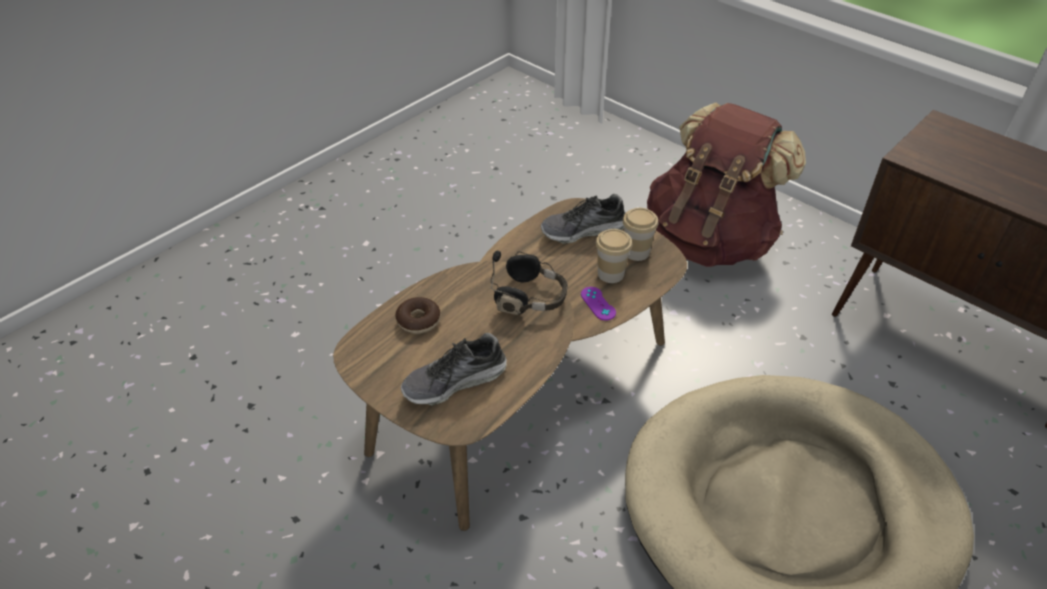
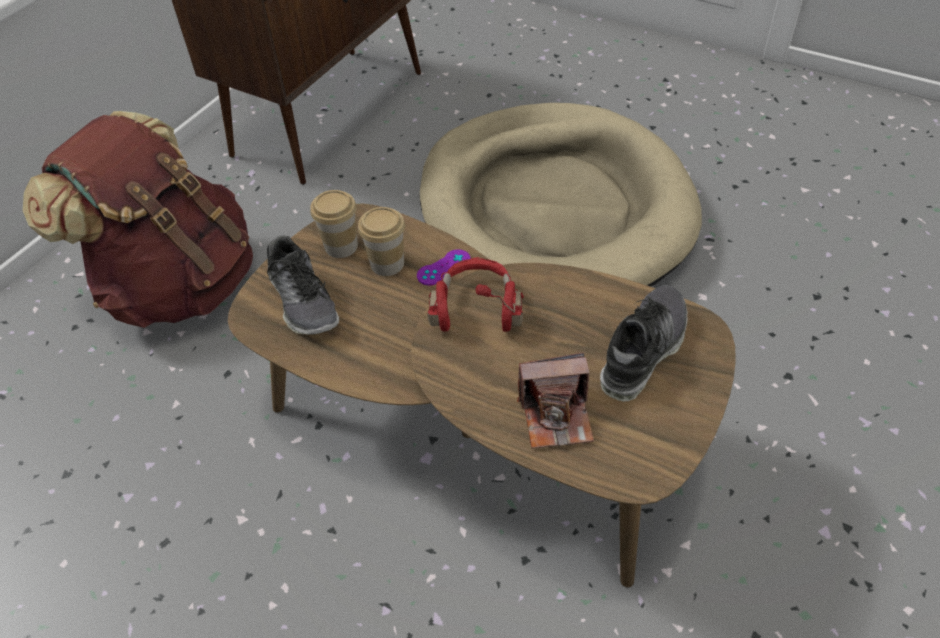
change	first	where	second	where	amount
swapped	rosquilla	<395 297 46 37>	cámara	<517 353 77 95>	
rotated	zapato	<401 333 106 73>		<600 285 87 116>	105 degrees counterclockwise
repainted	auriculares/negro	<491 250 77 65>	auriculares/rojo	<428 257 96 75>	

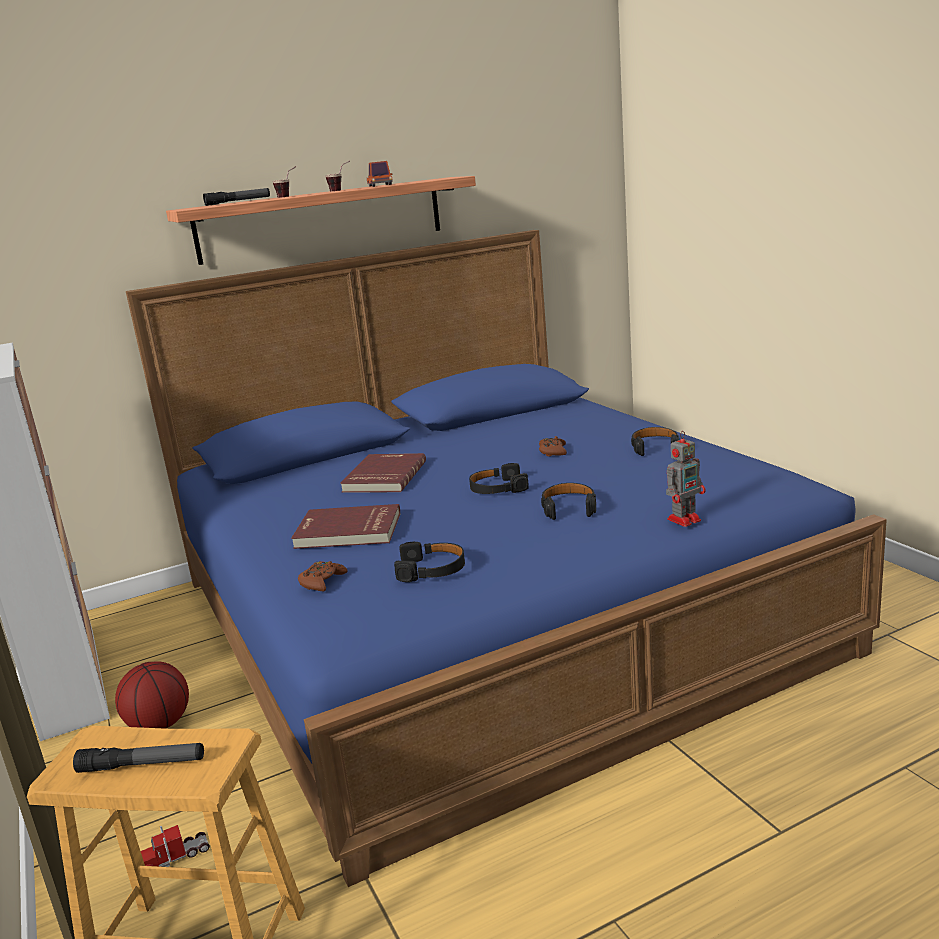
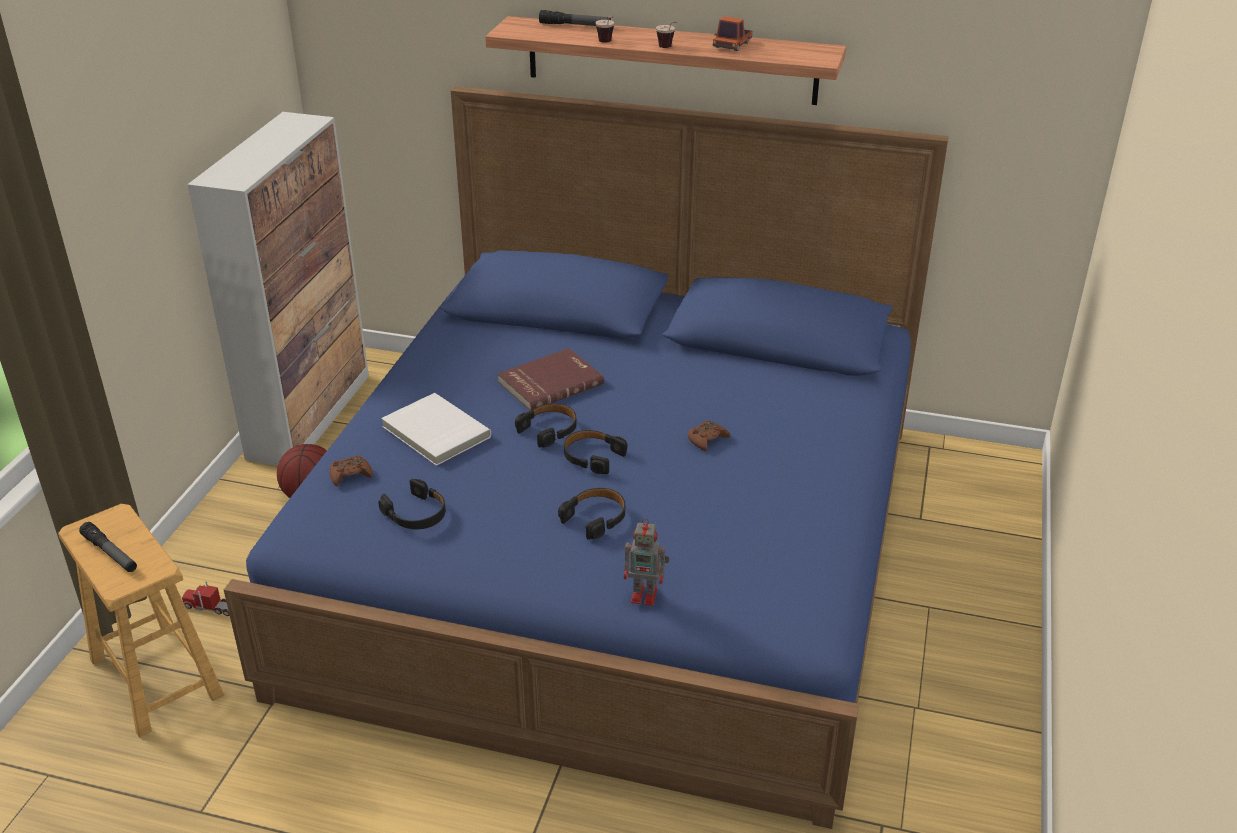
change	first	where	second	where	amount
repainted	libro/rojo	<291 504 109 45>	libro/blanco	<381 393 110 73>	
shifted	auriculares/negro	<631 427 48 29>		<515 404 62 44>	

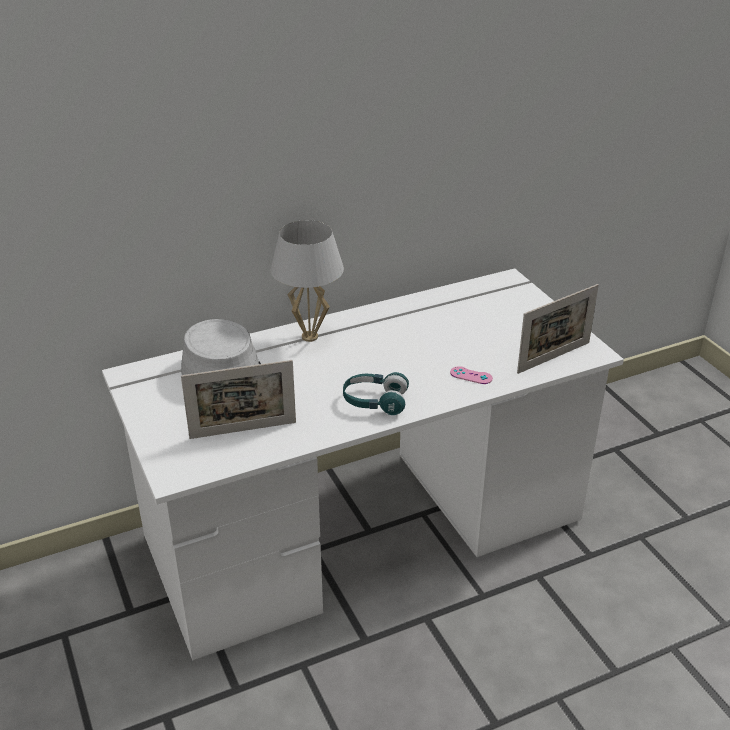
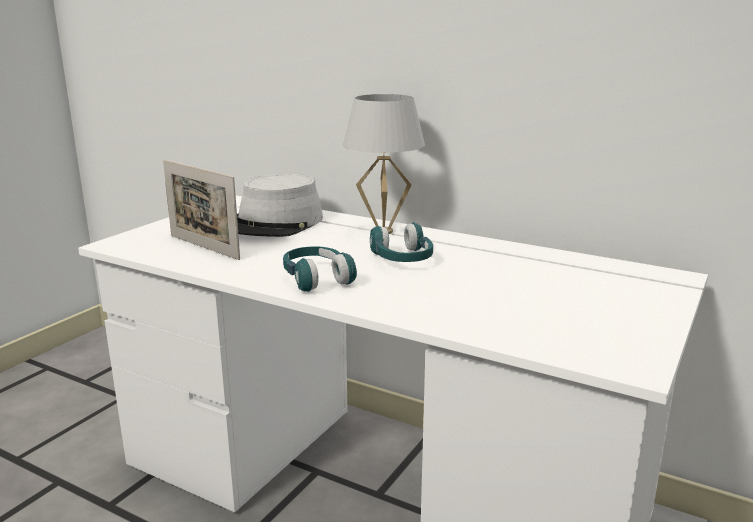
change	first	where	second	where	amount
gone	mando de consola/rosa	<450 366 43 18>			
gone	portarretratos	<517 284 82 90>			
new			auriculares/turquesa	<370 222 63 40>	

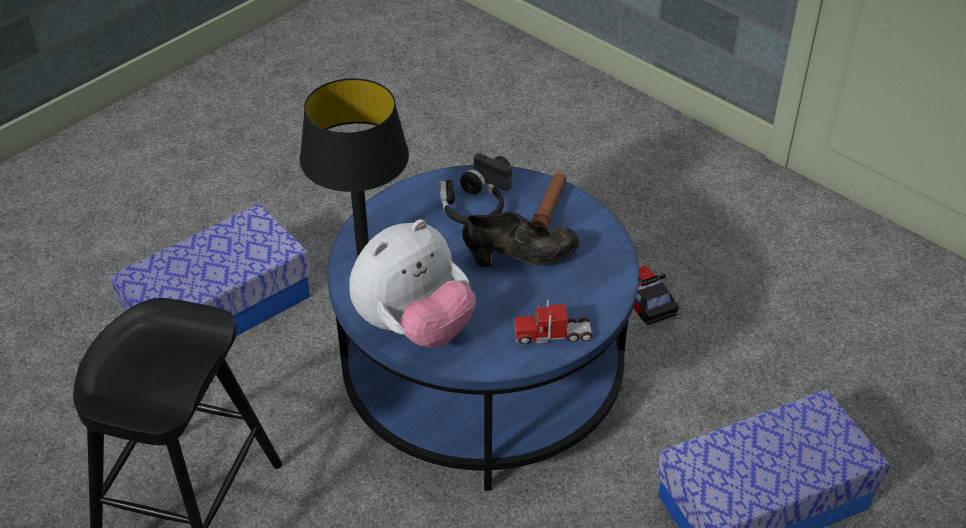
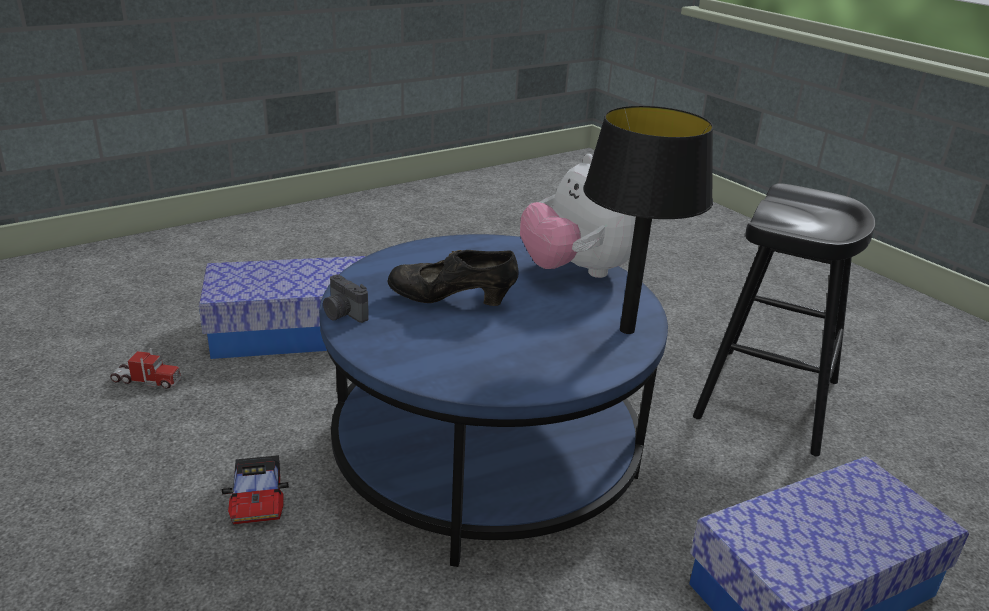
change	first	where	second	where	amount
rotated	peluche	<349 219 127 129>		<520 154 116 124>	90 degrees counterclockwise
gone	auriculares/negro	<440 169 64 55>			
shifted	cámara	<474 153 38 38>		<323 274 46 49>	
shifted	camión de juguete	<514 300 79 44>		<110 348 71 41>	
gone	linterna/marrón	<531 173 36 55>			

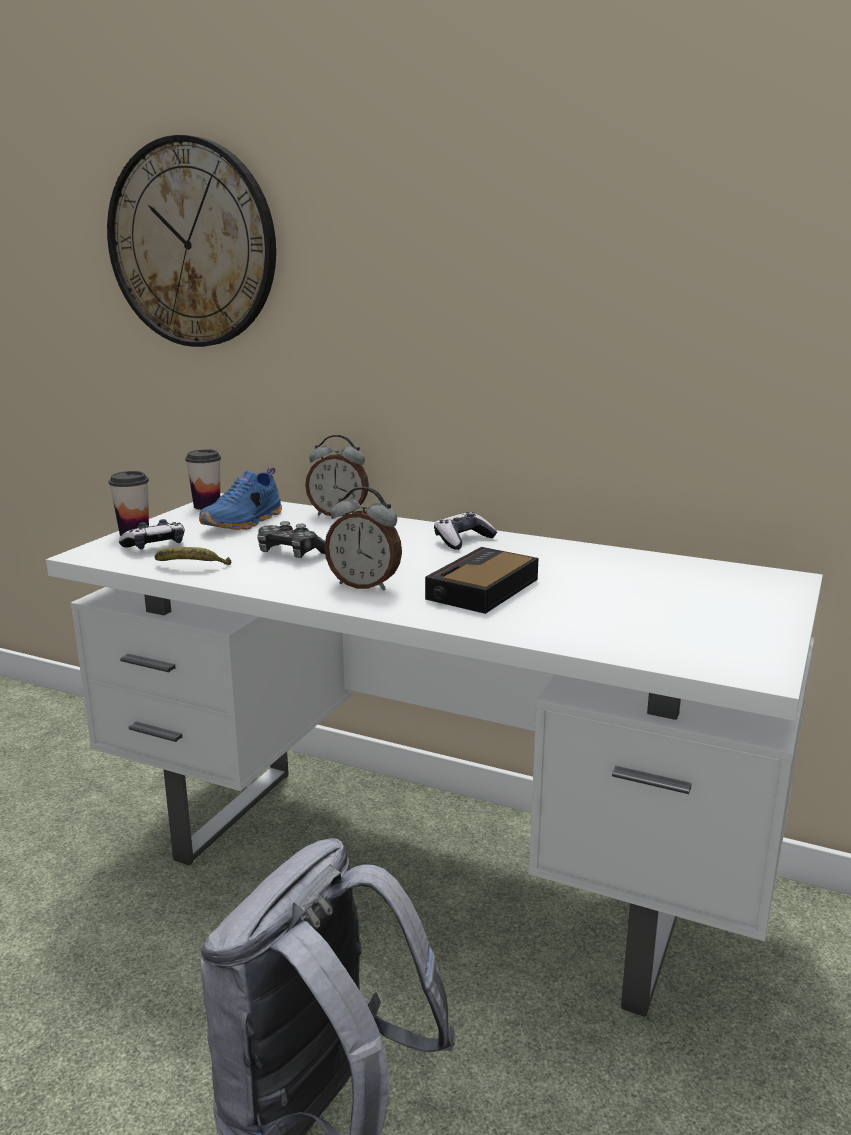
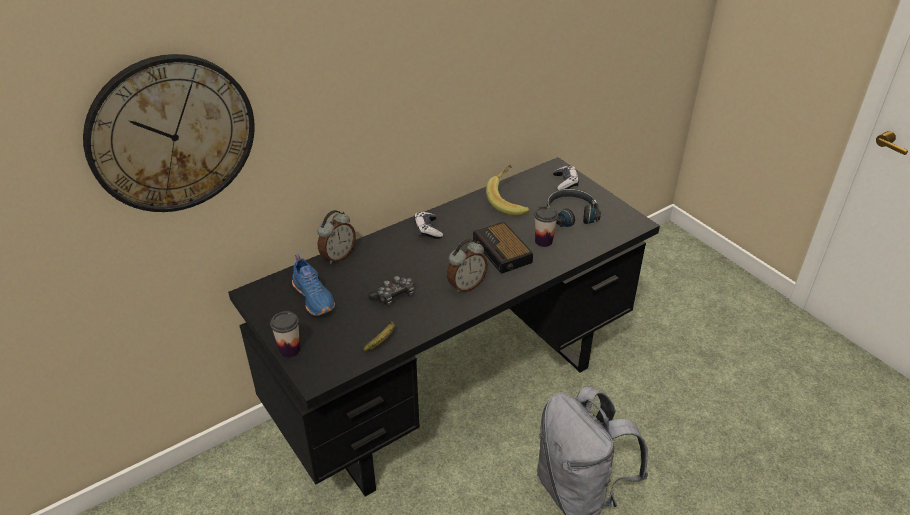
change	first	where	second	where	amount
repainted	escritorio/blanco	<46 493 777 524>	escritorio/negro	<228 157 432 340>	
shifted	mando de consola	<119 519 66 30>		<553 165 26 25>	
shifted	taza	<185 449 36 61>		<534 206 24 41>	
new			plátano	<486 165 44 51>	
new			auriculares/negro	<547 189 54 38>	

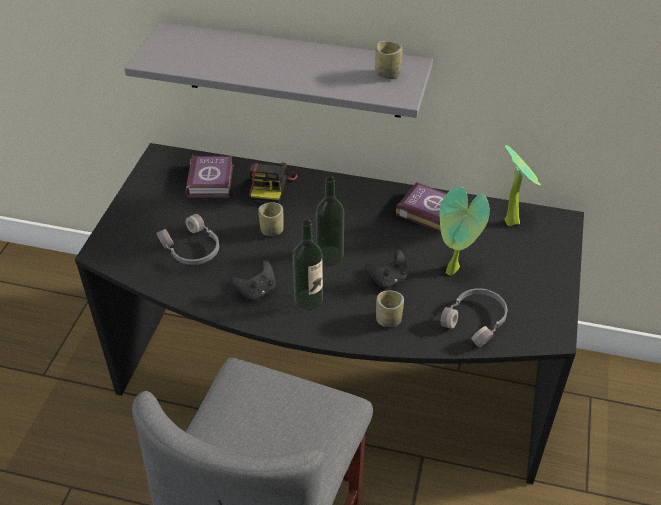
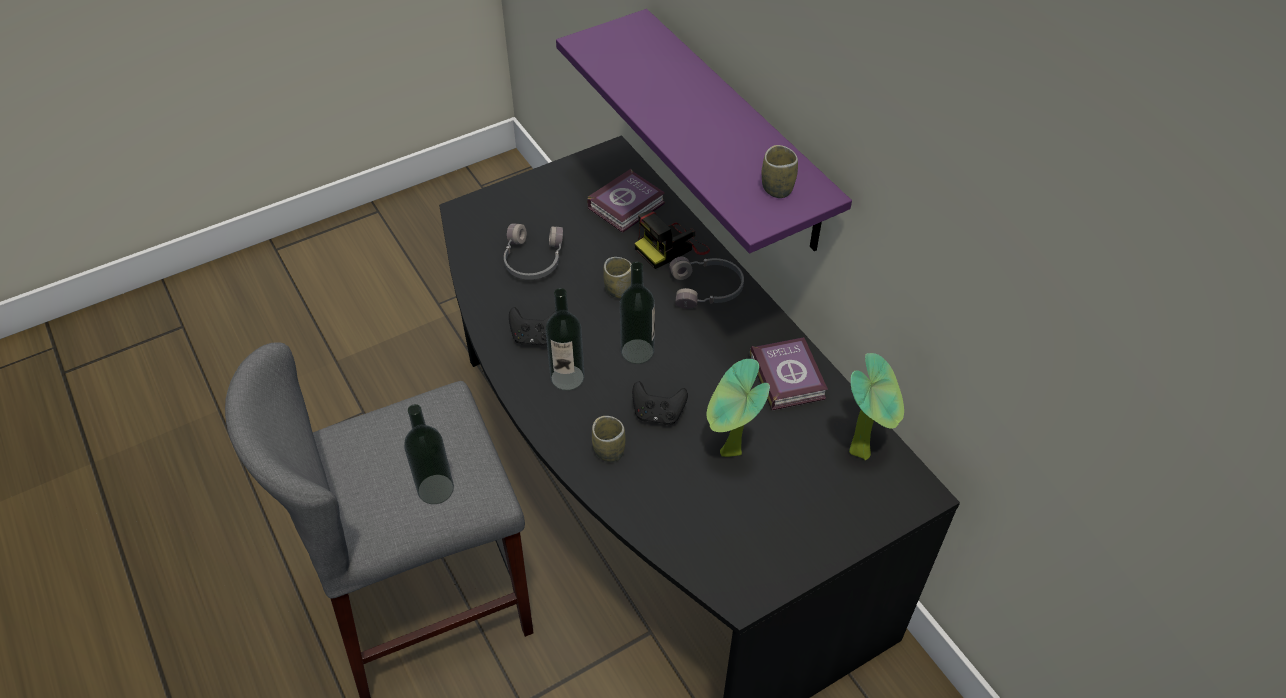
change	first	where	second	where	amount
repainted	estante/gris	<124 22 309 96>	estante/morado	<556 9 296 245>	
shifted	auriculares/gris	<440 288 67 59>		<669 257 75 52>	
new			botella	<404 404 50 100>	

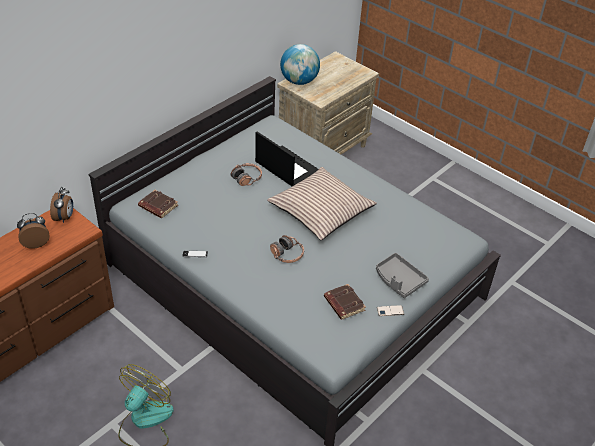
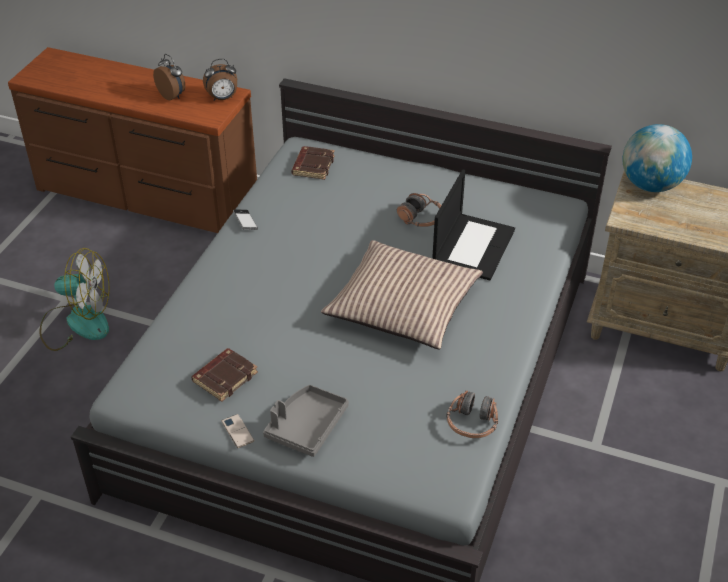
change	first	where	second	where	amount
shifted	auriculares	<270 235 34 28>		<446 390 52 48>	

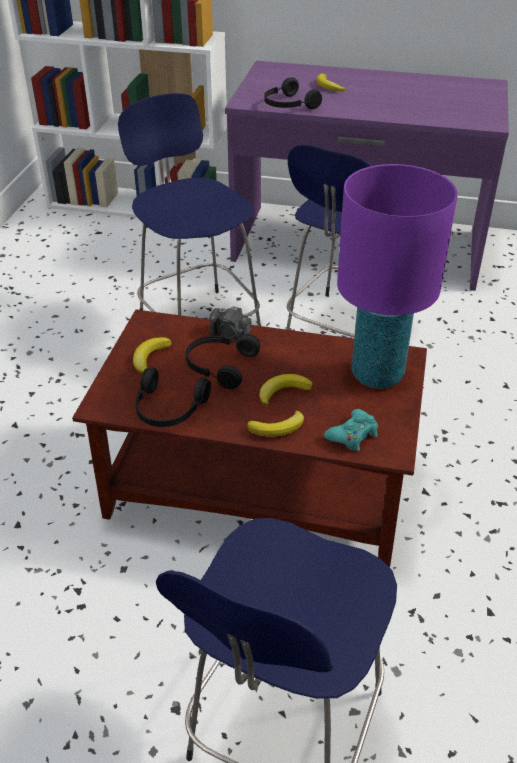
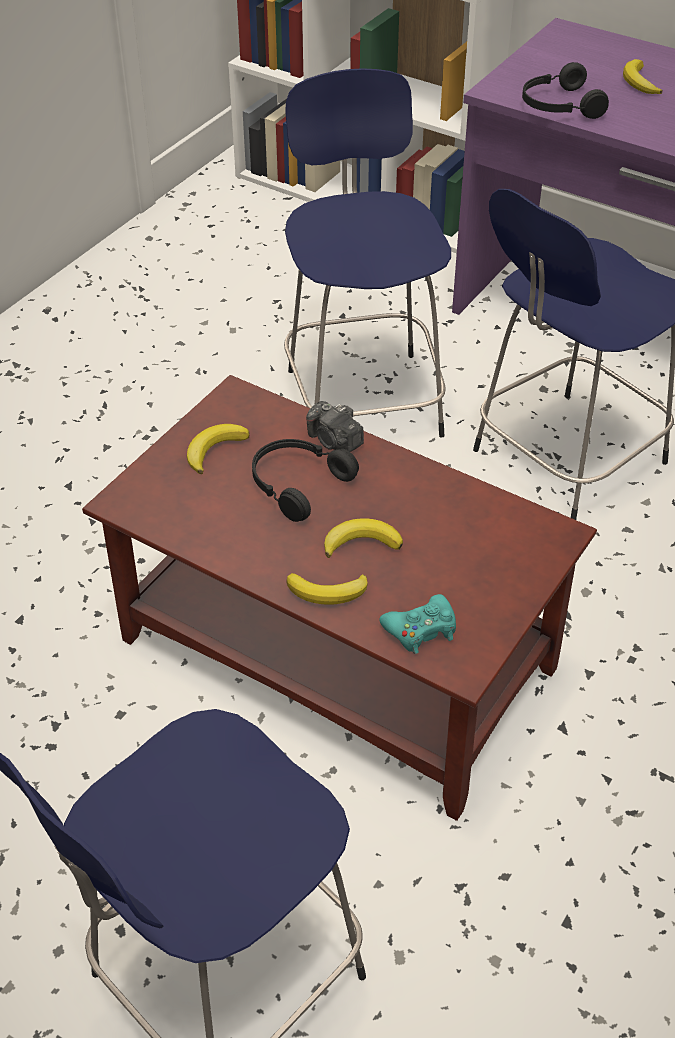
change	first	where	second	where	amount
gone	auriculares/negro	<136 367 75 60>			
gone	lámpara de mesa/morado	<337 164 121 225>			

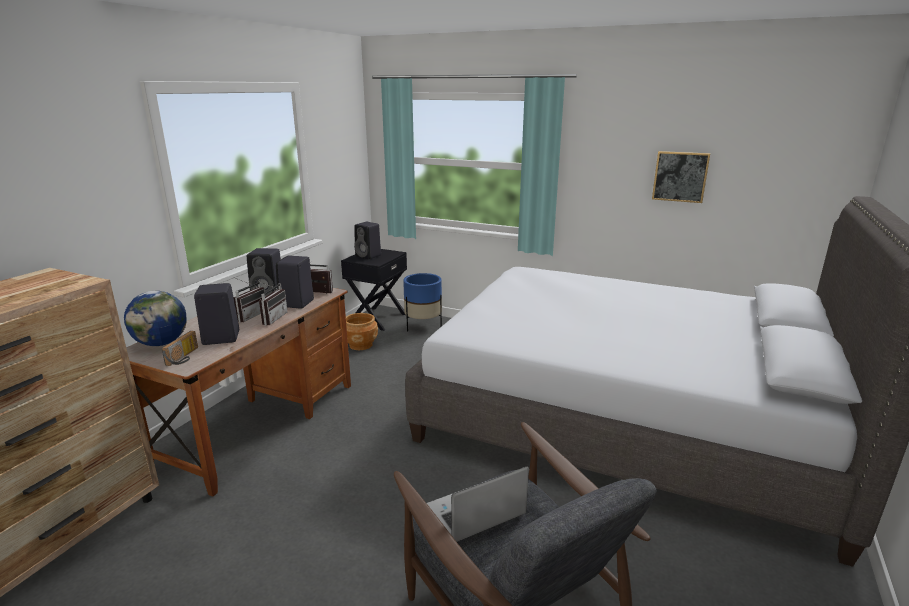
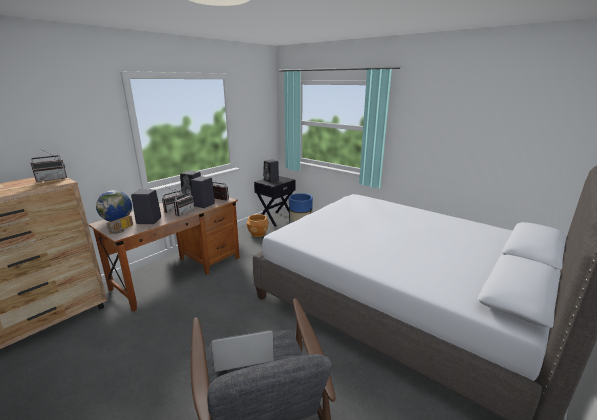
change	first	where	second	where	amount
gone	cuadro	<652 151 58 52>			
new			radio	<30 149 37 33>	

